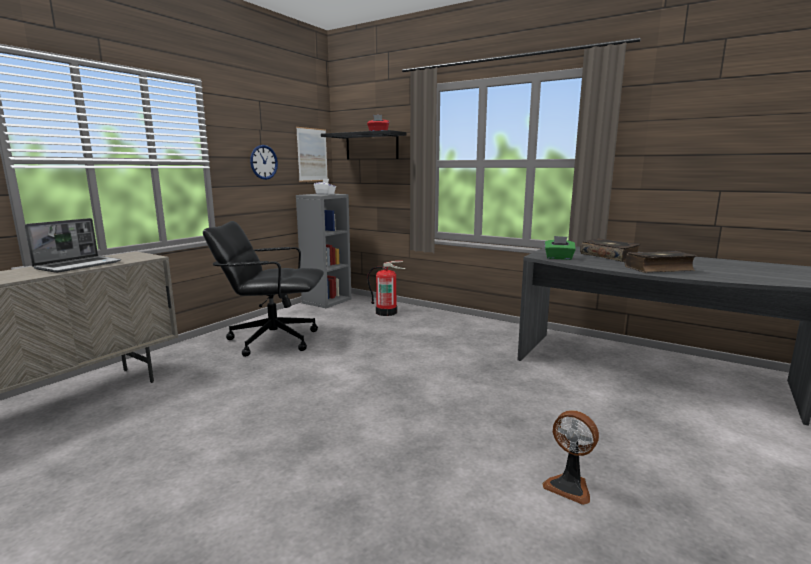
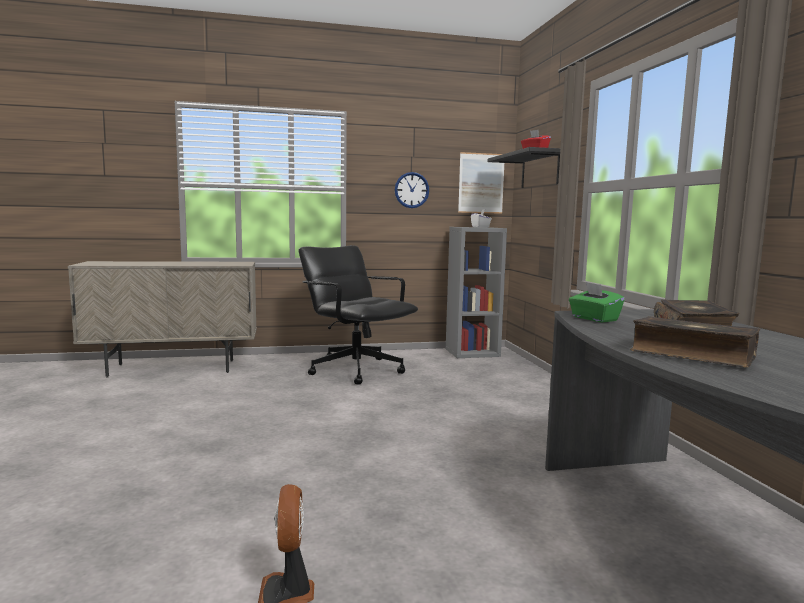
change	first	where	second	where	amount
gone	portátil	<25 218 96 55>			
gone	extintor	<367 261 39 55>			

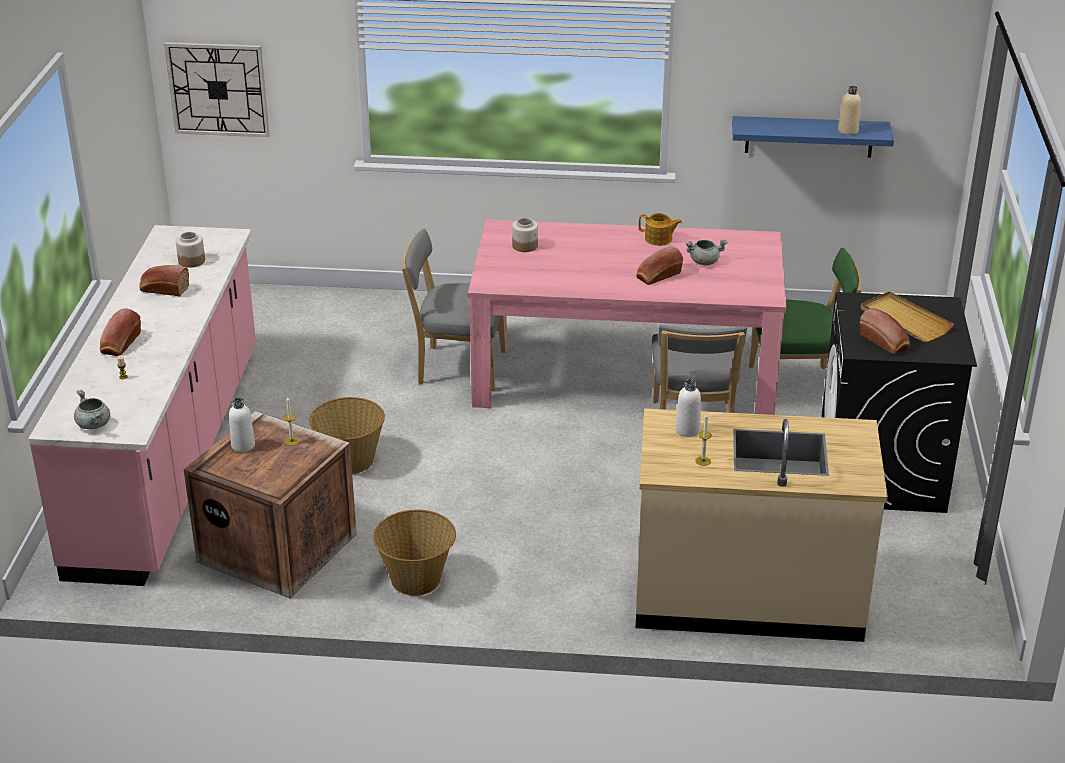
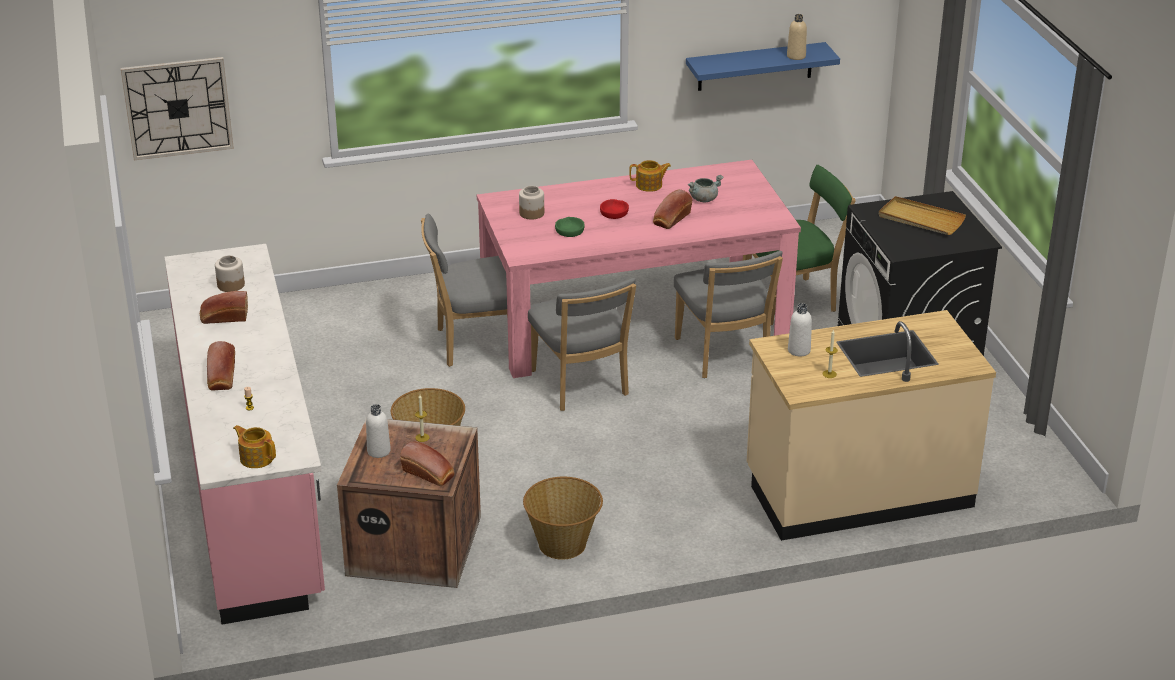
change	first	where	second	where	amount
swapped	olla/gris	<74 390 36 39>	tetera	<233 425 43 43>	
shifted	pan	<860 308 50 46>		<400 442 55 44>	
new			silla/gris	<528 278 108 133>	
new			cuenco/verde	<555 217 30 20>	
new			cuenco/rojo	<600 199 29 20>	

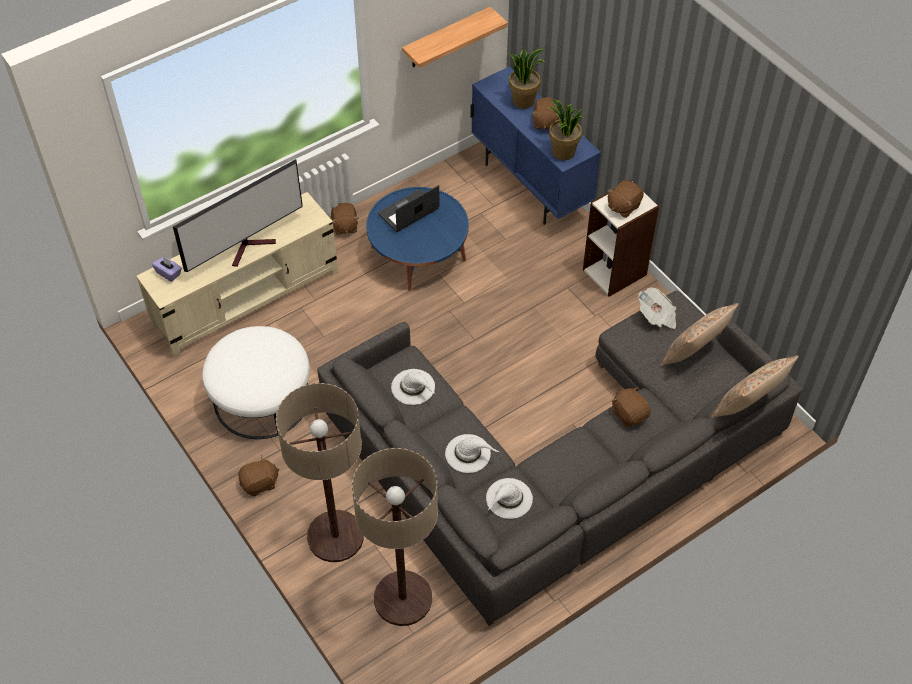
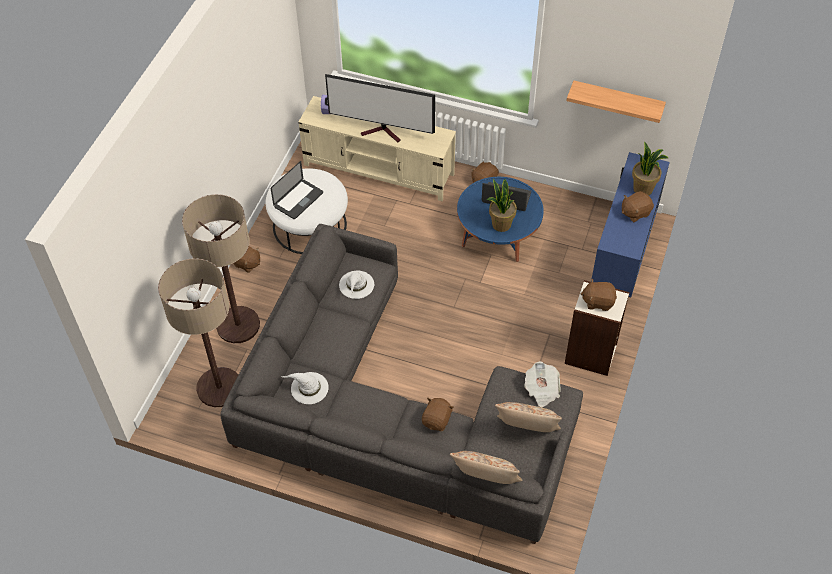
change	first	where	second	where	amount
gone	sombrero/blanco	<445 434 55 39>			
shifted	planta en maceta	<547 100 36 60>		<487 179 30 53>	
new			portátil	<271 161 52 58>	

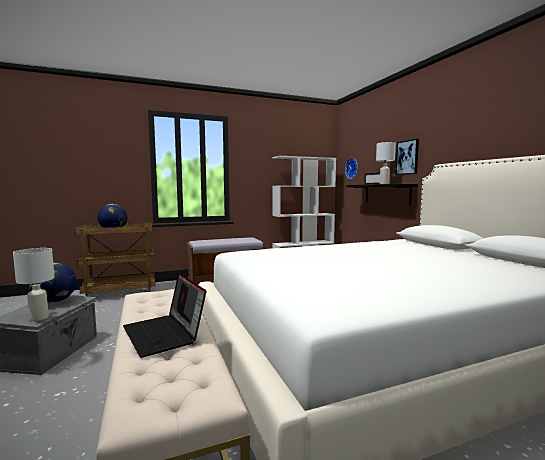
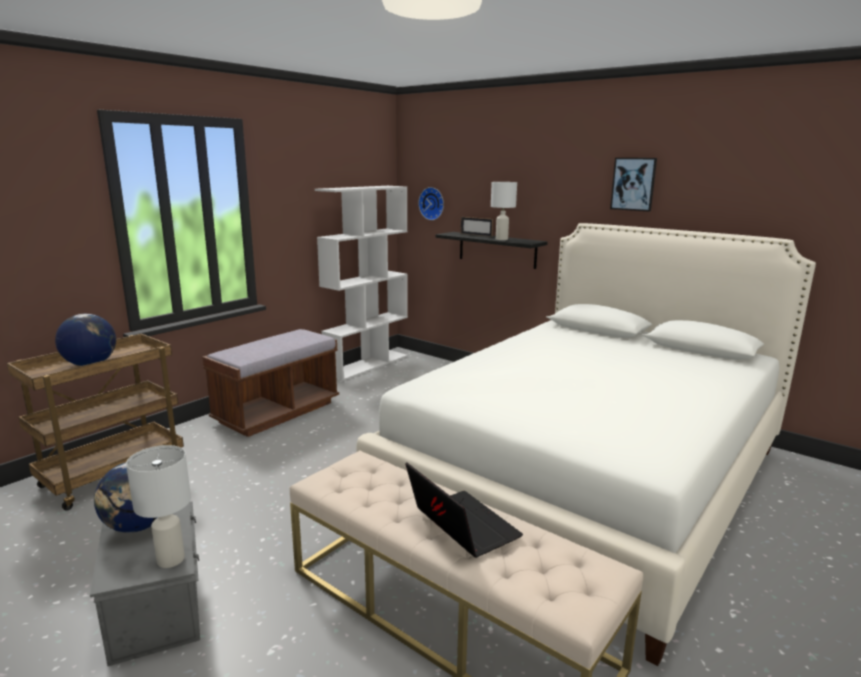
change	first	where	second	where	amount
rotated	portátil	<123 273 83 85>		<405 462 118 96>	150 degrees counterclockwise
shifted	cuadro	<395 139 24 36>		<610 158 47 54>	

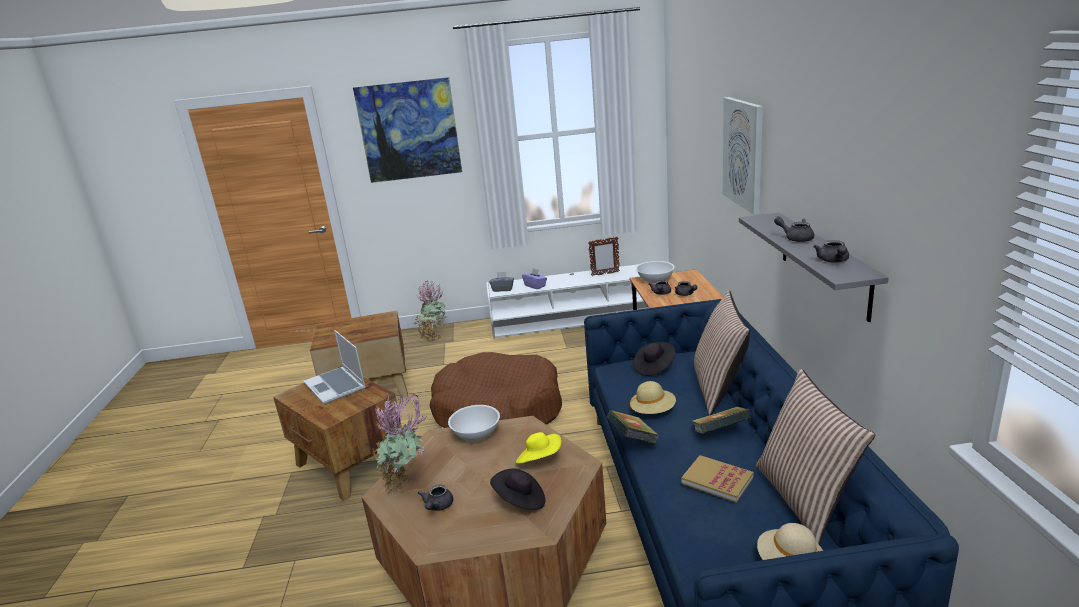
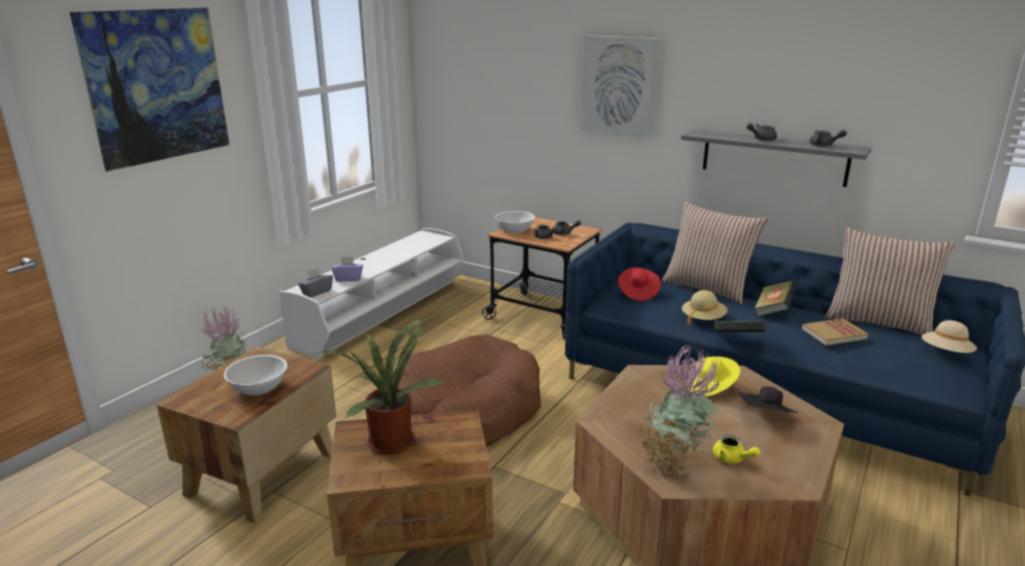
change	first	where	second	where	amount
swapped	portátil	<304 330 62 74>	planta en maceta	<315 317 130 138>	
repainted	tetera/gris	<418 485 35 26>	tetera/amarillo	<713 435 48 29>	
shifted	cuenco/blanco	<448 405 52 36>		<224 355 63 40>	
gone	portarretratos	<588 237 32 39>			
repainted	sombrero/negro	<633 342 43 34>	sombrero/rojo	<618 267 43 34>	

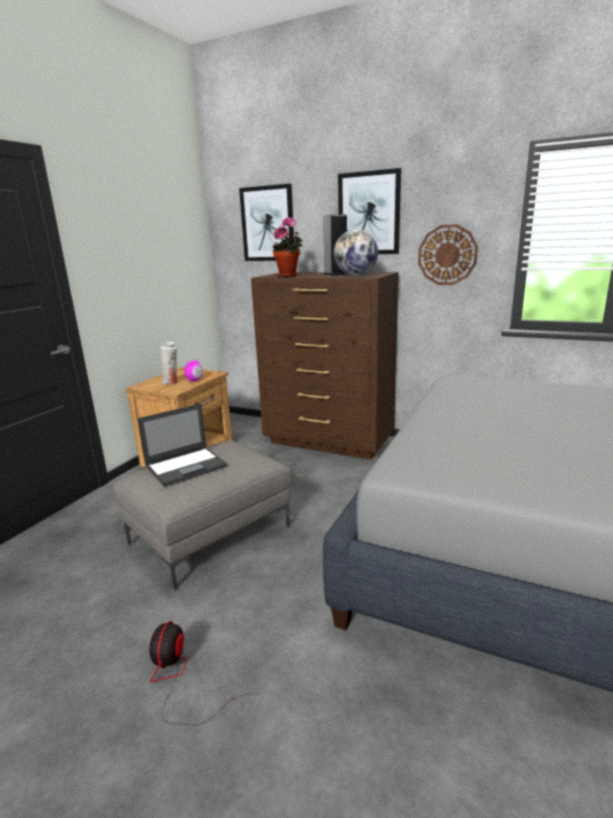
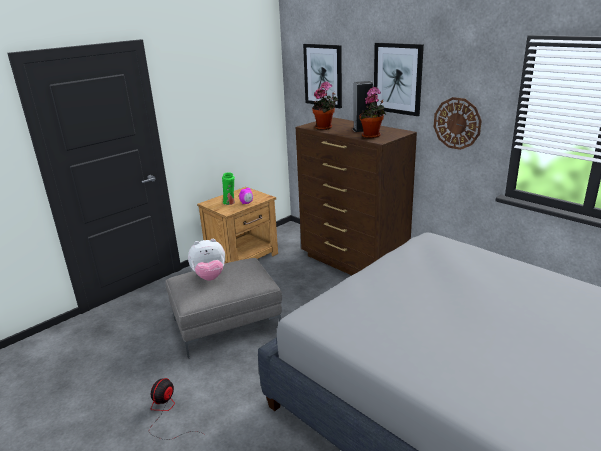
change	first	where	second	where	amount
swapped	portátil	<138 404 89 83>	peluche	<188 239 37 42>	
repainted	florero/blanco	<160 341 18 44>	florero/verde	<222 172 13 33>	
swapped	globo terráqueo	<334 229 44 47>	planta en maceta	<359 87 27 51>	

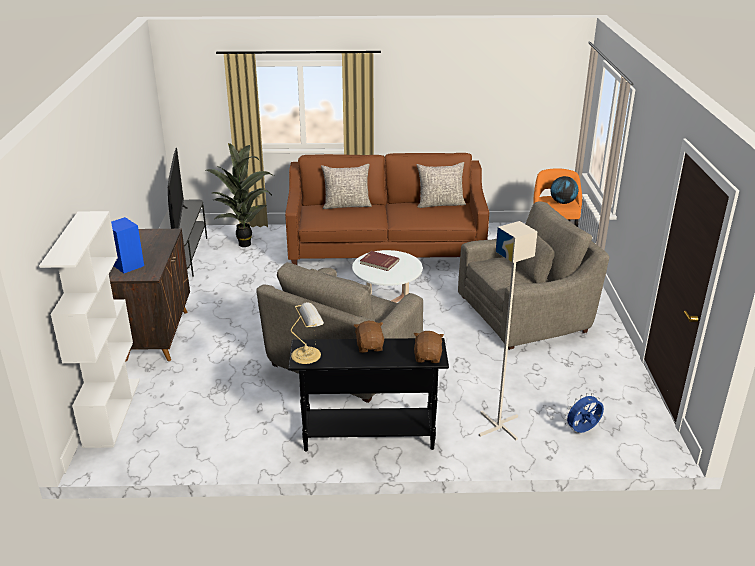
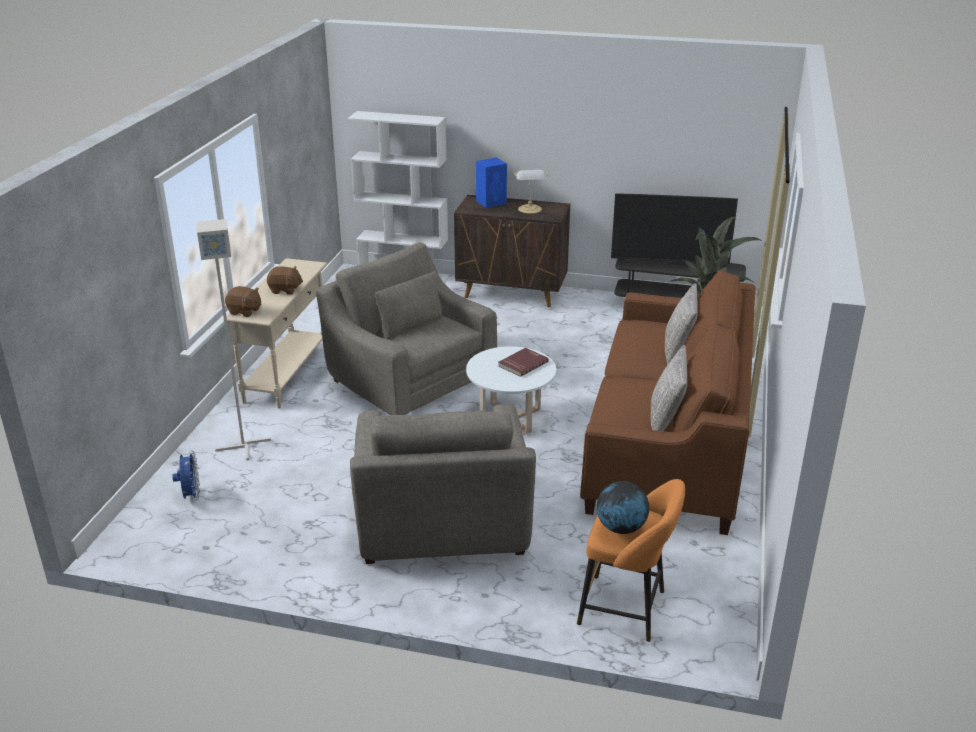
change	first	where	second	where	amount
repainted	mesa consola/negro	<288 338 161 114>	mesa consola/beis	<223 258 104 151>	
shifted	lámpara de mesa	<291 302 33 62>		<514 170 34 44>	

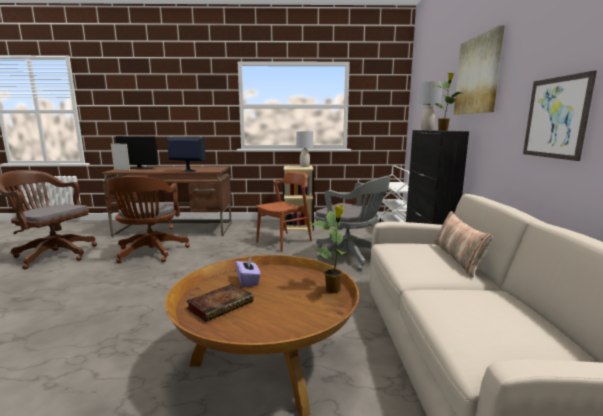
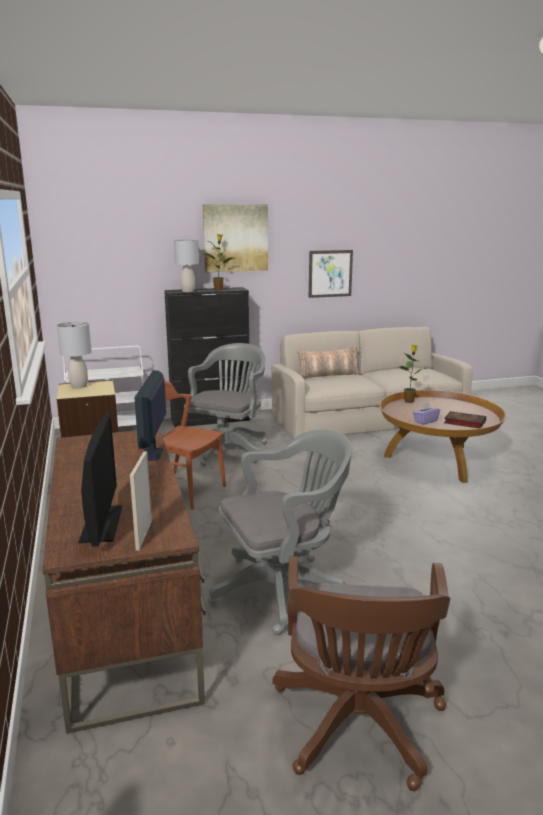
change	first	where	second	where	amount
repainted	silla de oficina/marrón	<107 176 83 87>	silla de oficina/gris	<208 430 144 205>	

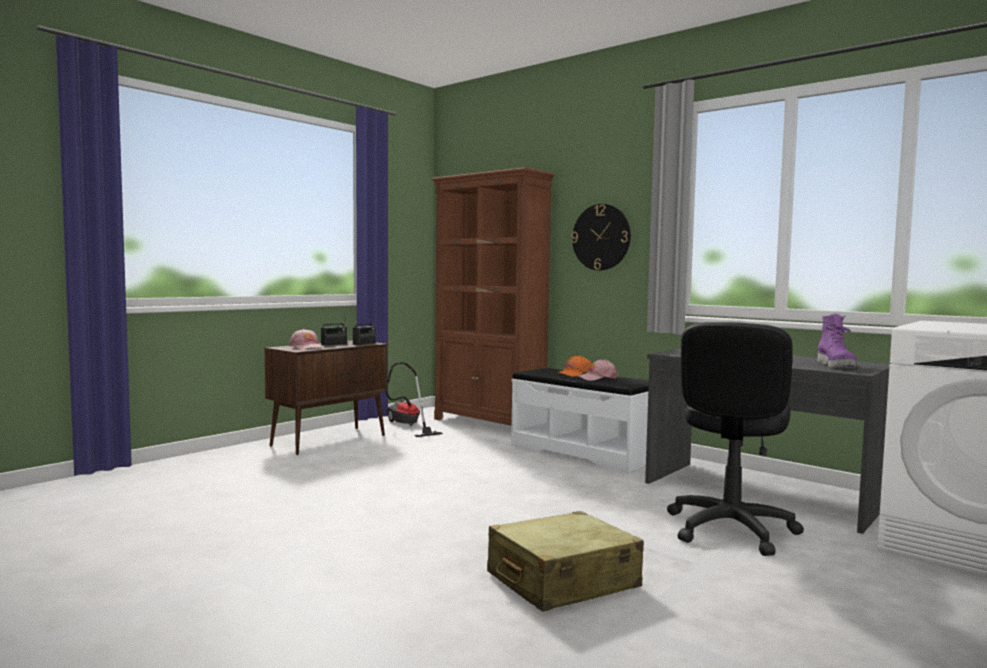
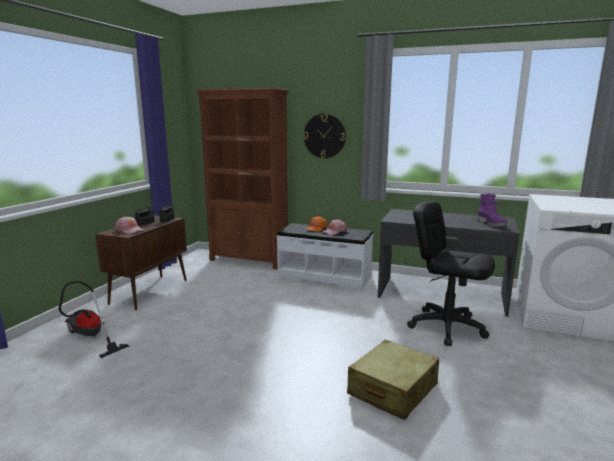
change	first	where	second	where	amount
shifted	aspiradora	<385 362 58 75>		<59 281 70 77>	
rotated	silla de oficina/negro	<667 322 137 234>		<407 201 88 145>	120 degrees clockwise

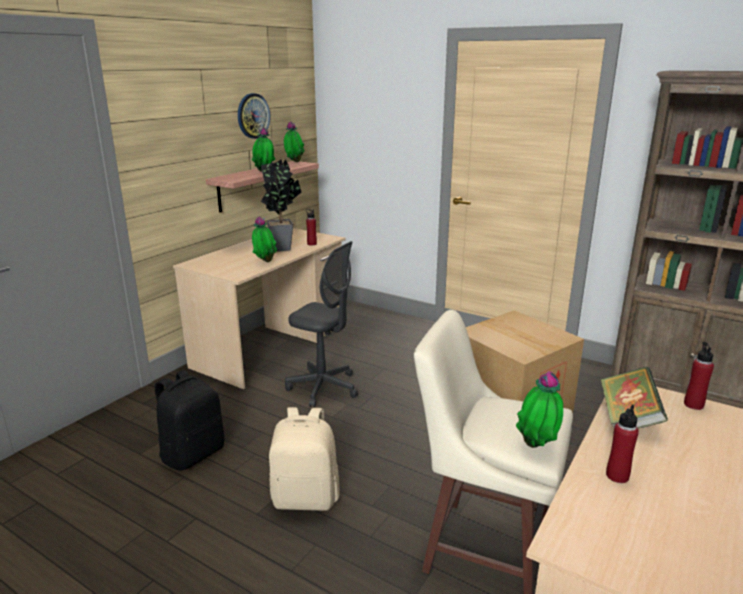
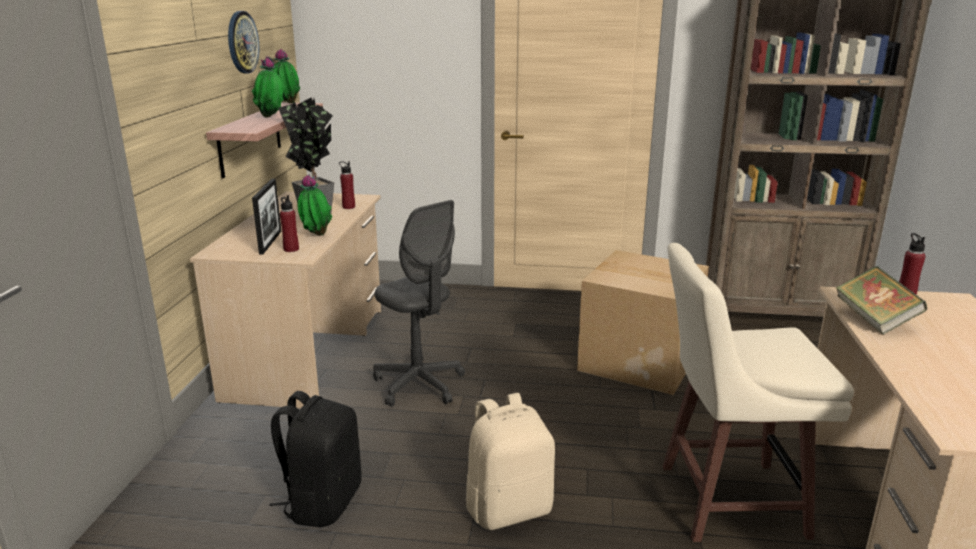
change	first	where	second	where	amount
rotated	silla de oficina/gris	<285 241 73 167>		<373 200 92 207>	45 degrees clockwise
gone	planta en maceta	<516 371 47 77>			
shifted	botella/rojo	<606 404 33 79>		<280 195 19 57>	
new			portarretratos	<252 179 29 75>	

